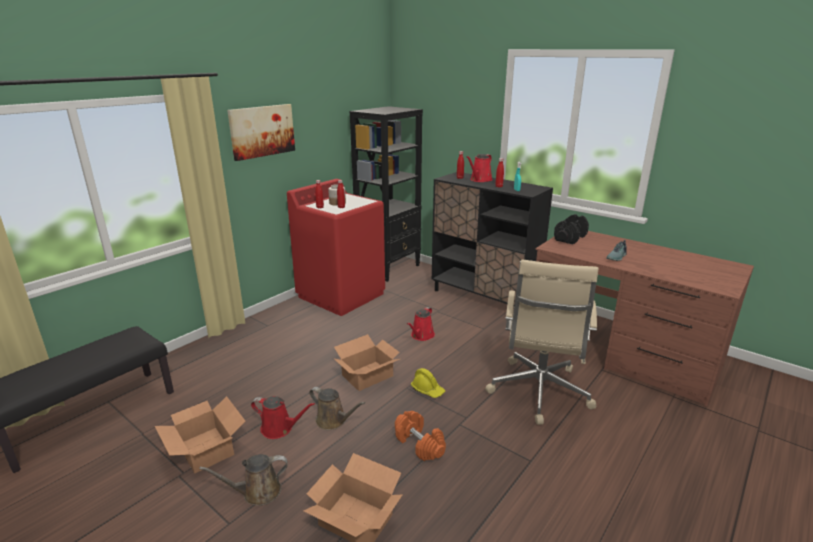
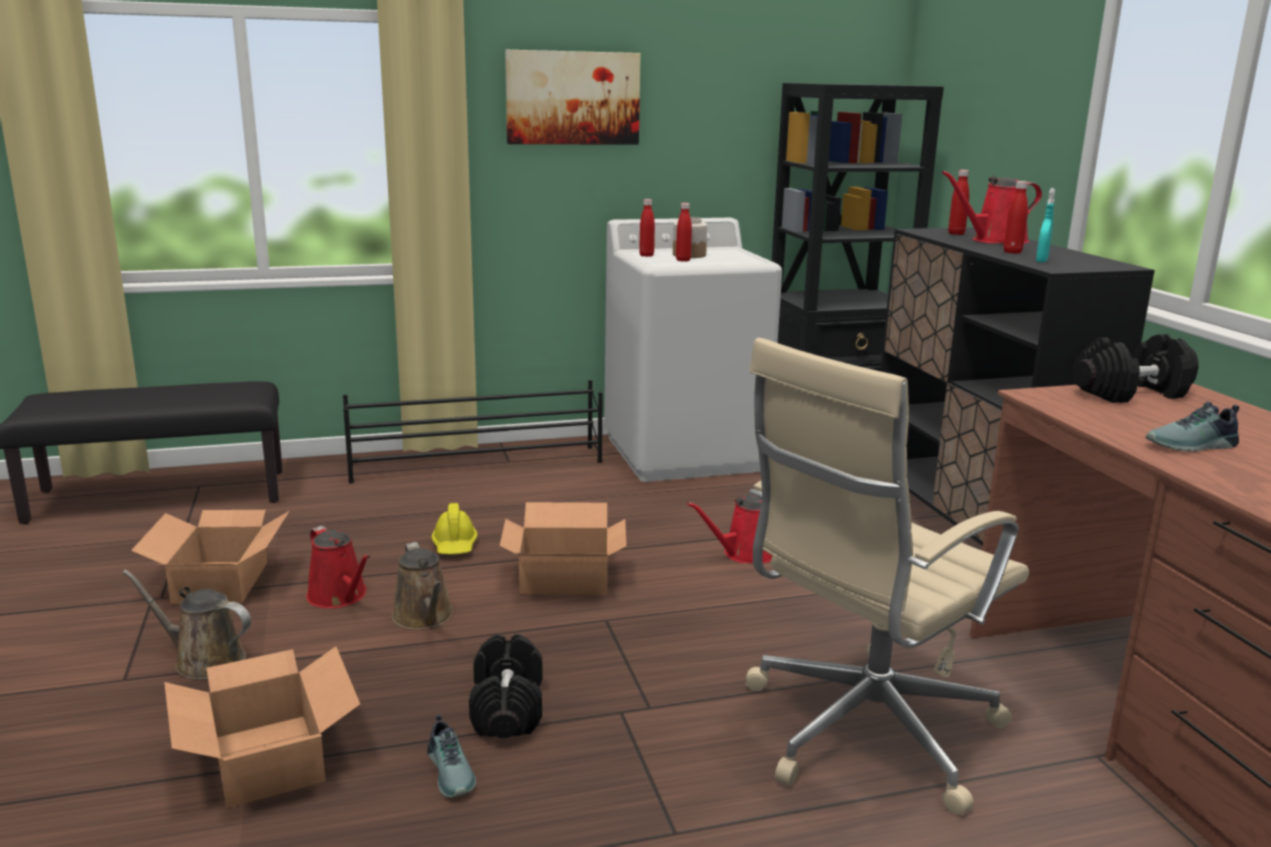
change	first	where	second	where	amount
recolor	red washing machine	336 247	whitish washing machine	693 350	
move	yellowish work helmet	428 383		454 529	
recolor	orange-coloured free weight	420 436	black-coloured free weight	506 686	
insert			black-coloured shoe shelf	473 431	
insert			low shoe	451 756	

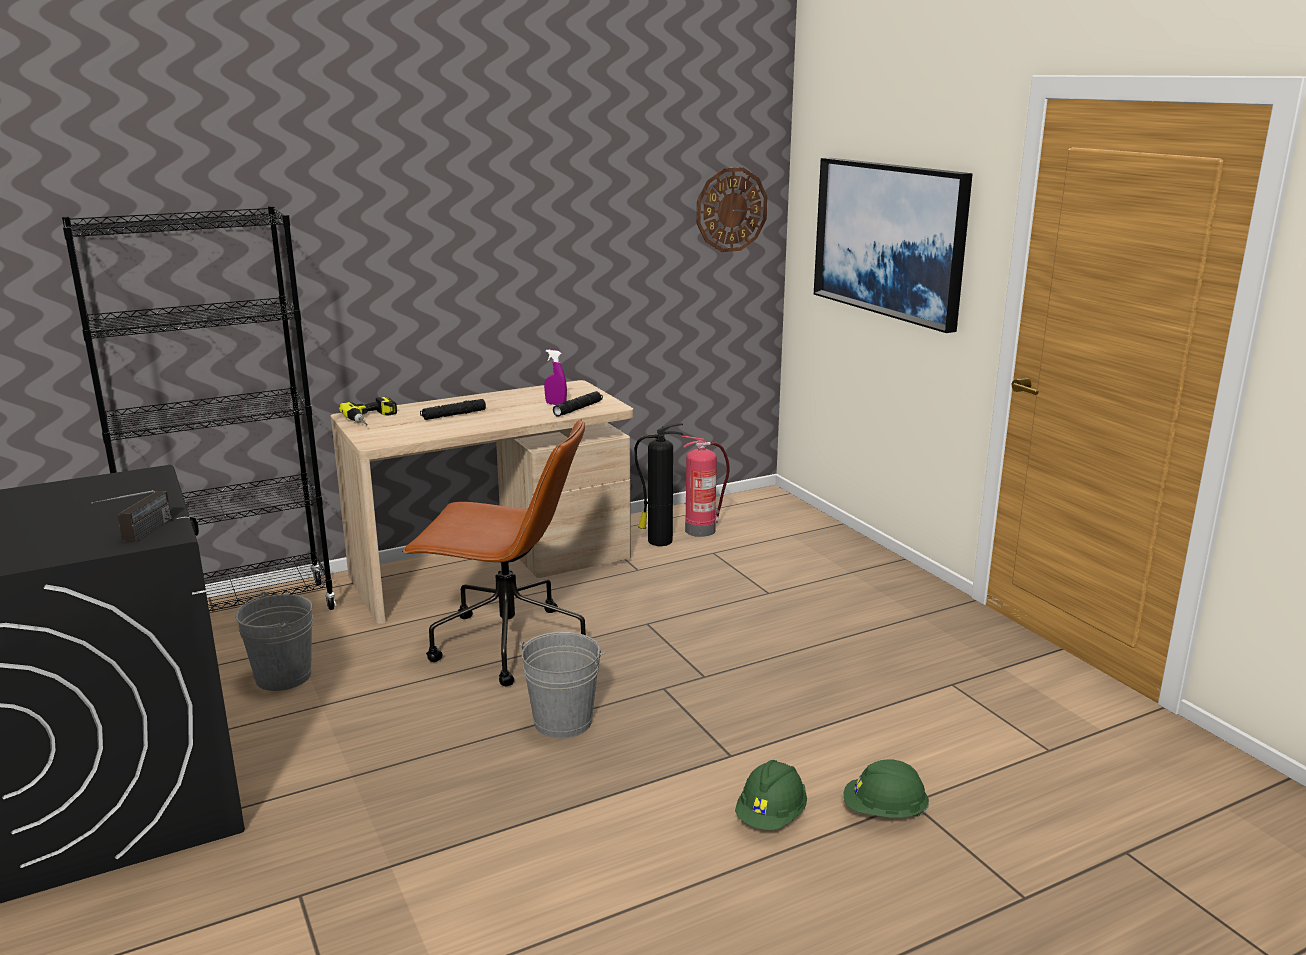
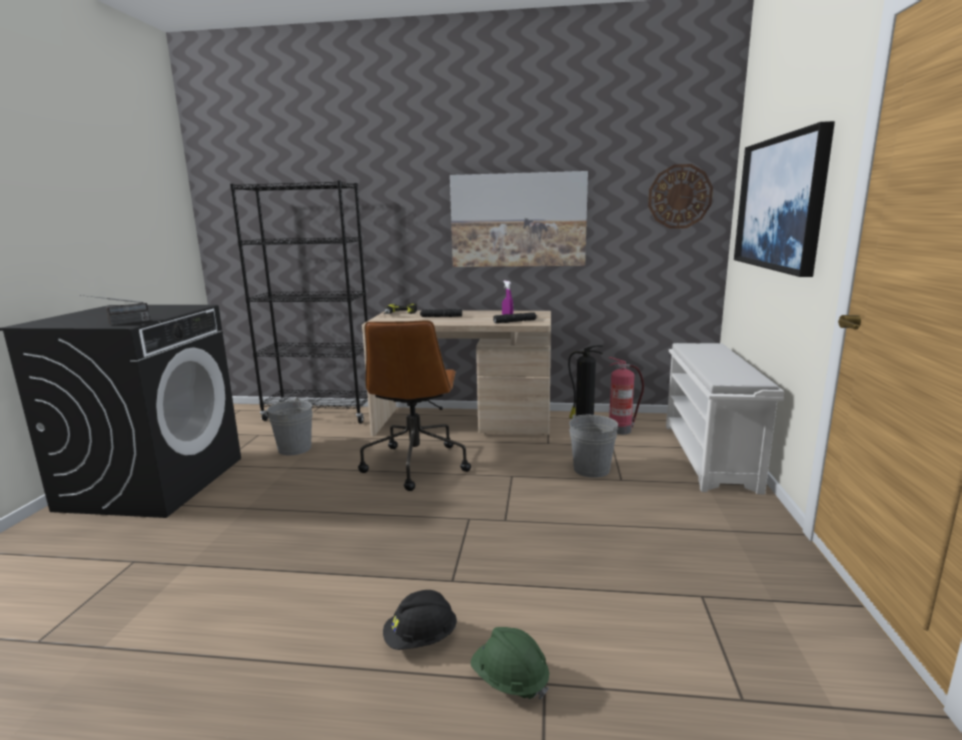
change	first	where	second	where	amount
rotate	brown computer chair	494 552		414 405	45 degrees clockwise
move	greyish pail	562 685		593 446	
recolor	green work helmet	771 795	black-coloured work helmet	420 620	
insert			picture	519 219	
insert			whitish shoe shelf	725 419	

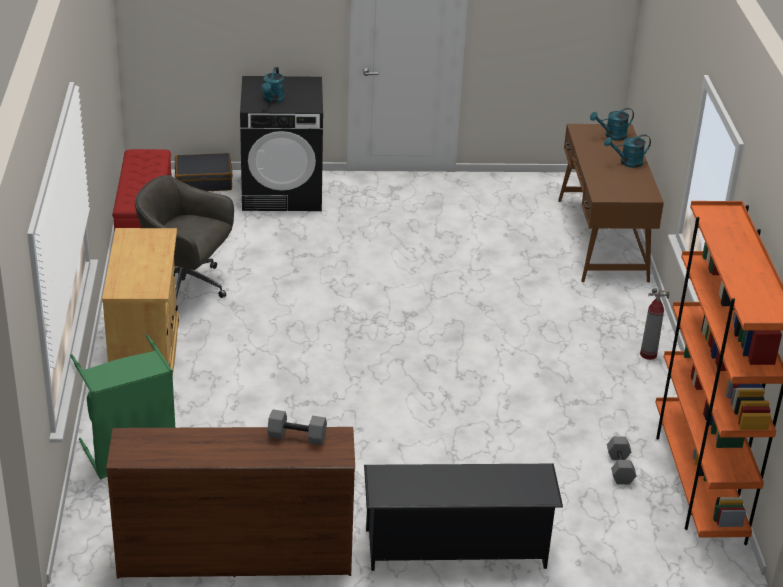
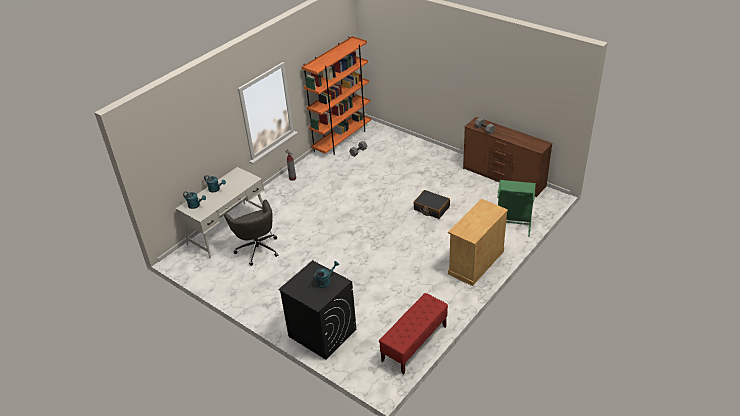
change	first	where	second	where	amount
recolor	brown desk	611 203	whitish desk	220 213	
move	black-coloured piece of luggage	203 172		431 204	
move	greyish computer chair	184 242		251 233	
delete	black-coloured shoe shelf	463 517			

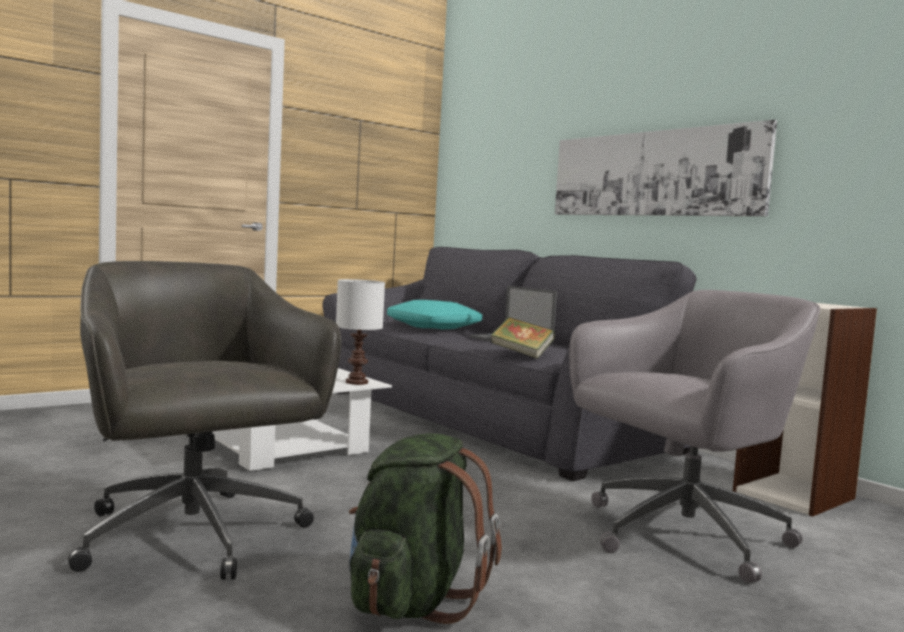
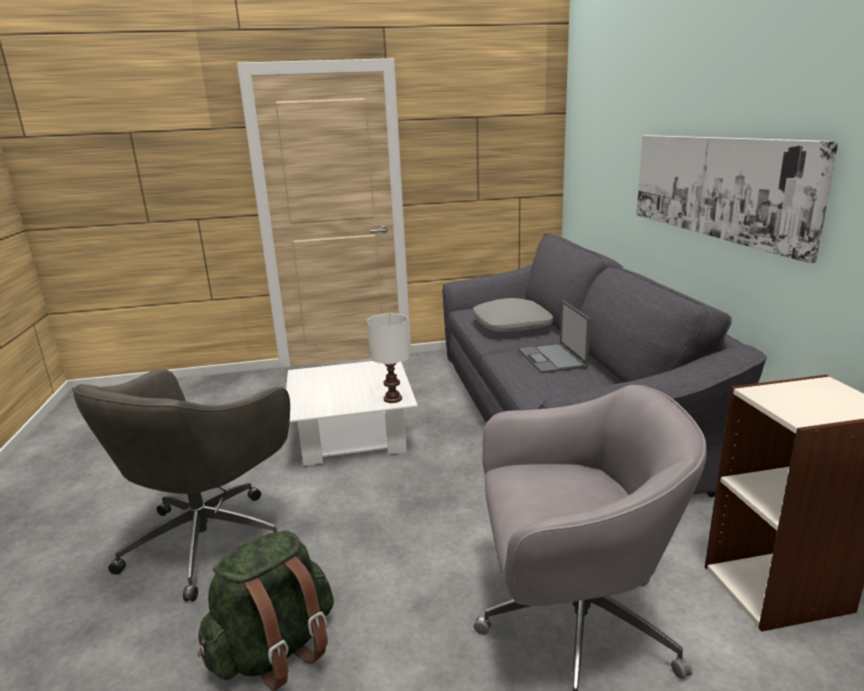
change	first	where	second	where	amount
rotate	greyish computer chair	204 420		181 485	150 degrees counterclockwise
recolor	blue-green cushion	434 314	greyish cushion	513 315	
delete	volume	523 338			

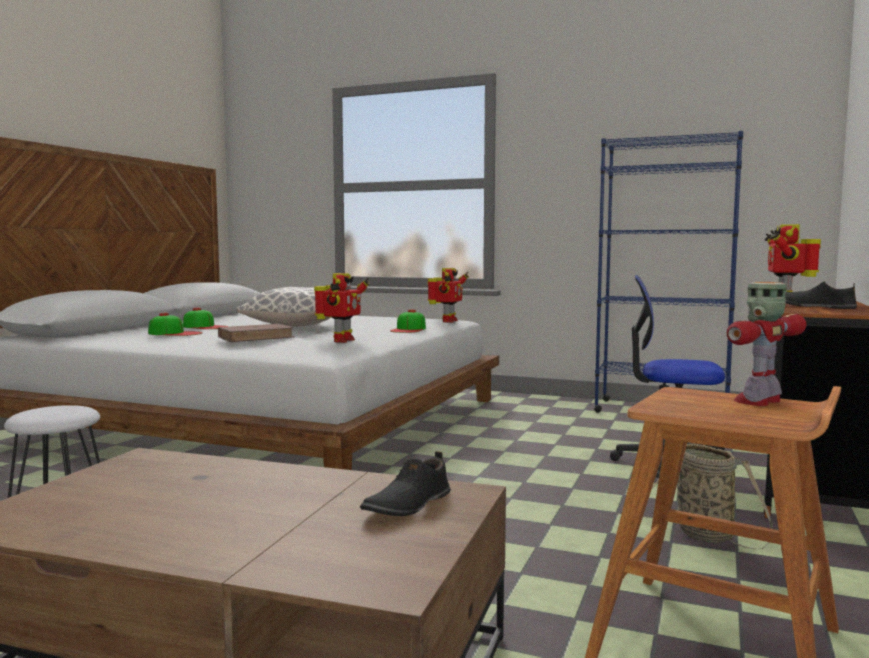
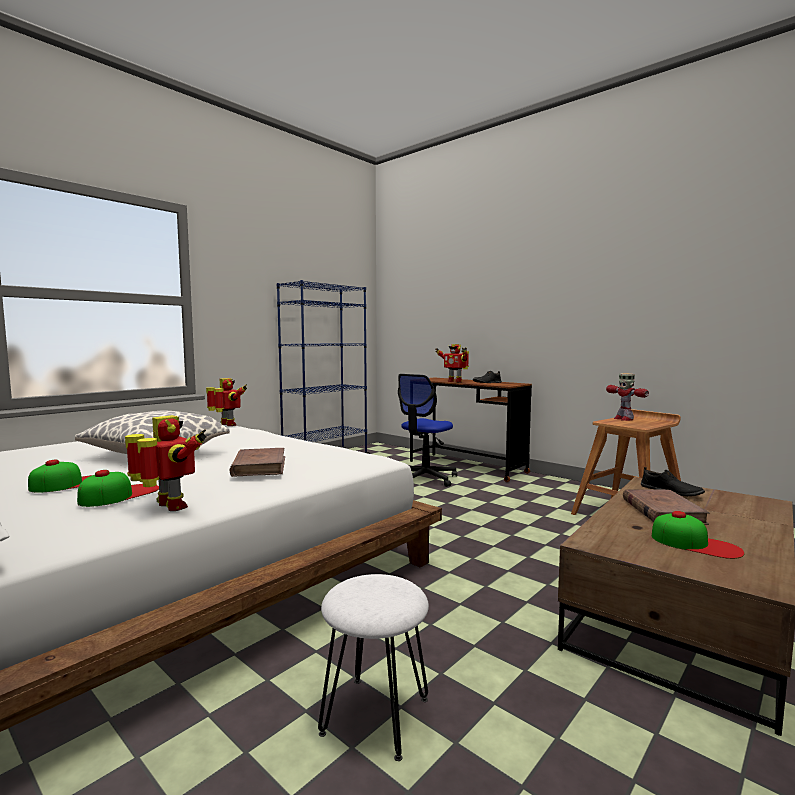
change	first	where	second	where	amount
move	robot figure	342 308		166 463	
move	cap	408 321		698 535	
delete	household basket	708 496			
insert			brown volume	666 507	

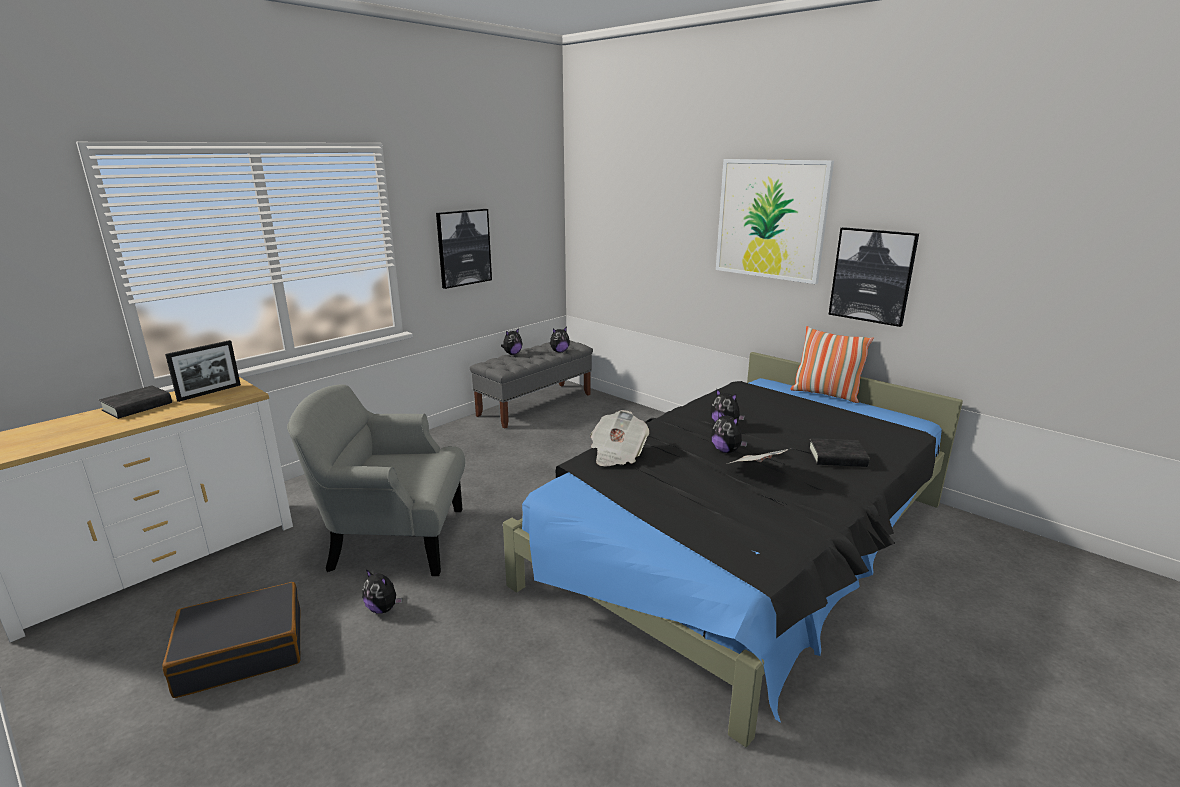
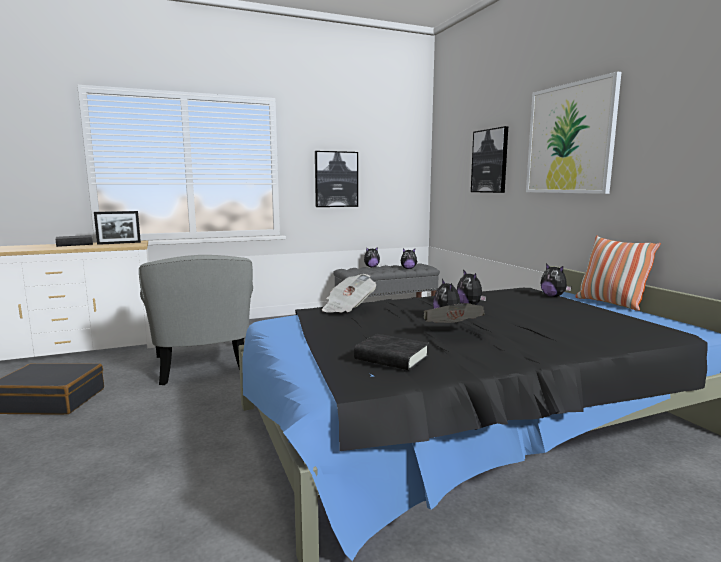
change	first	where	second	where	amount
move	picture	873 277		489 159	
rotate	greyish armchair	376 480		196 320	135 degrees counterclockwise
move	black-coloured volume	839 452		391 352	
move	soft toy	382 591		556 280	

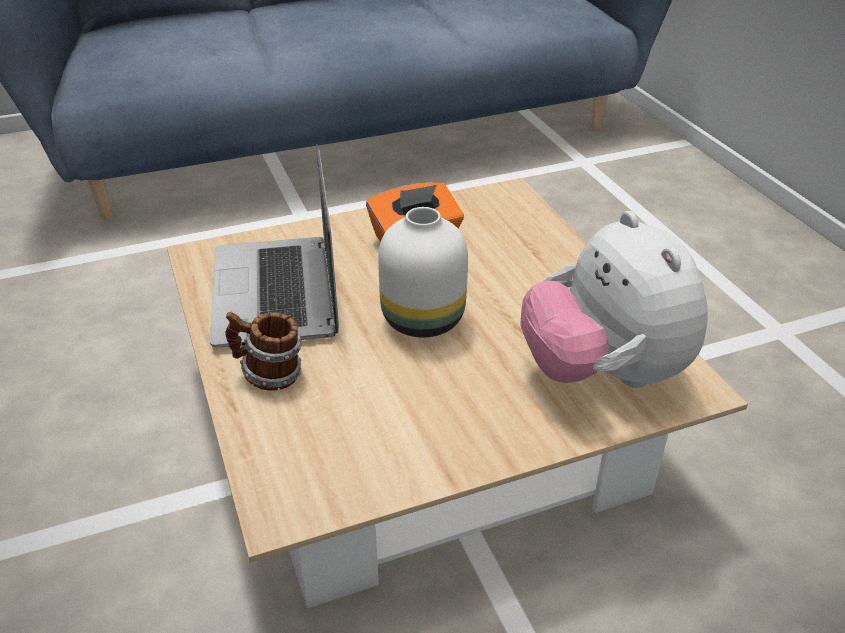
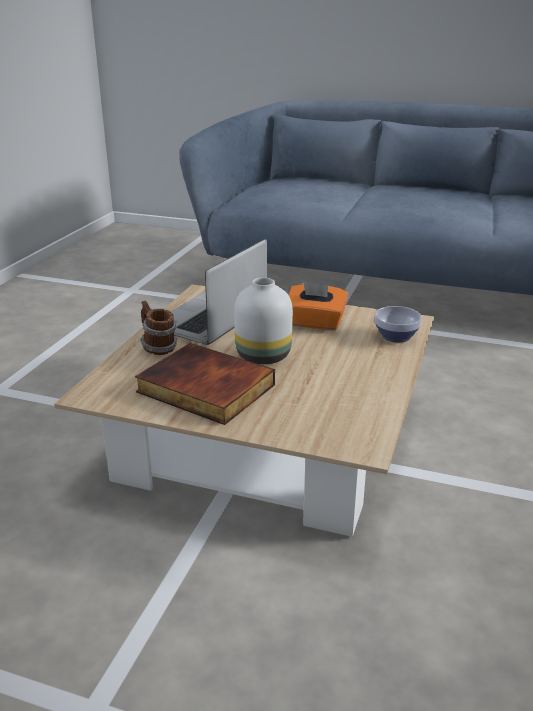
change	first	where	second	where	amount
delete	soft toy	614 299			
insert			serving bowl	398 324	
insert			volume	205 384	

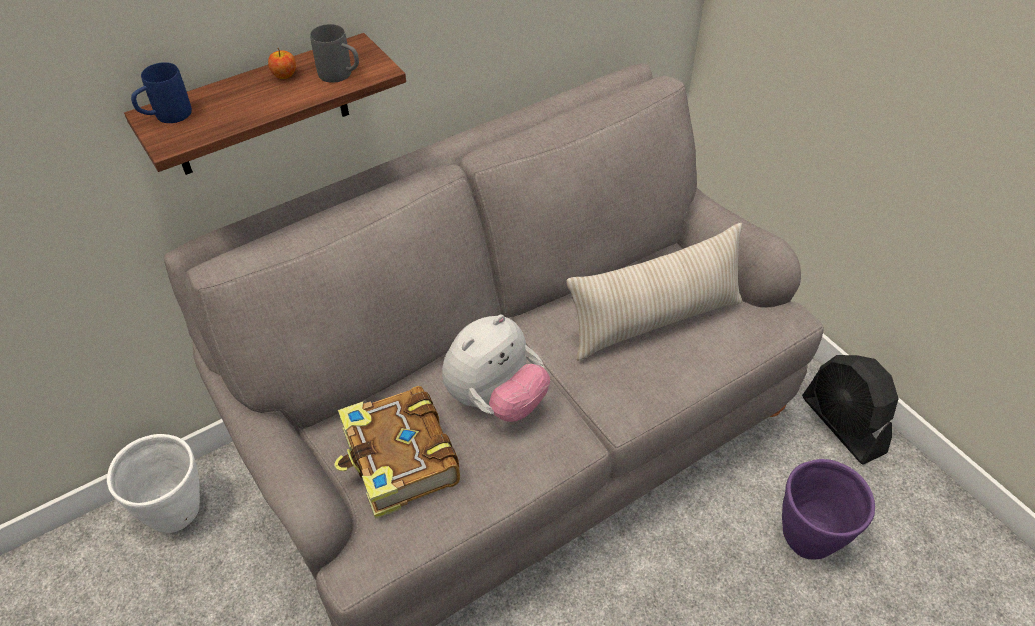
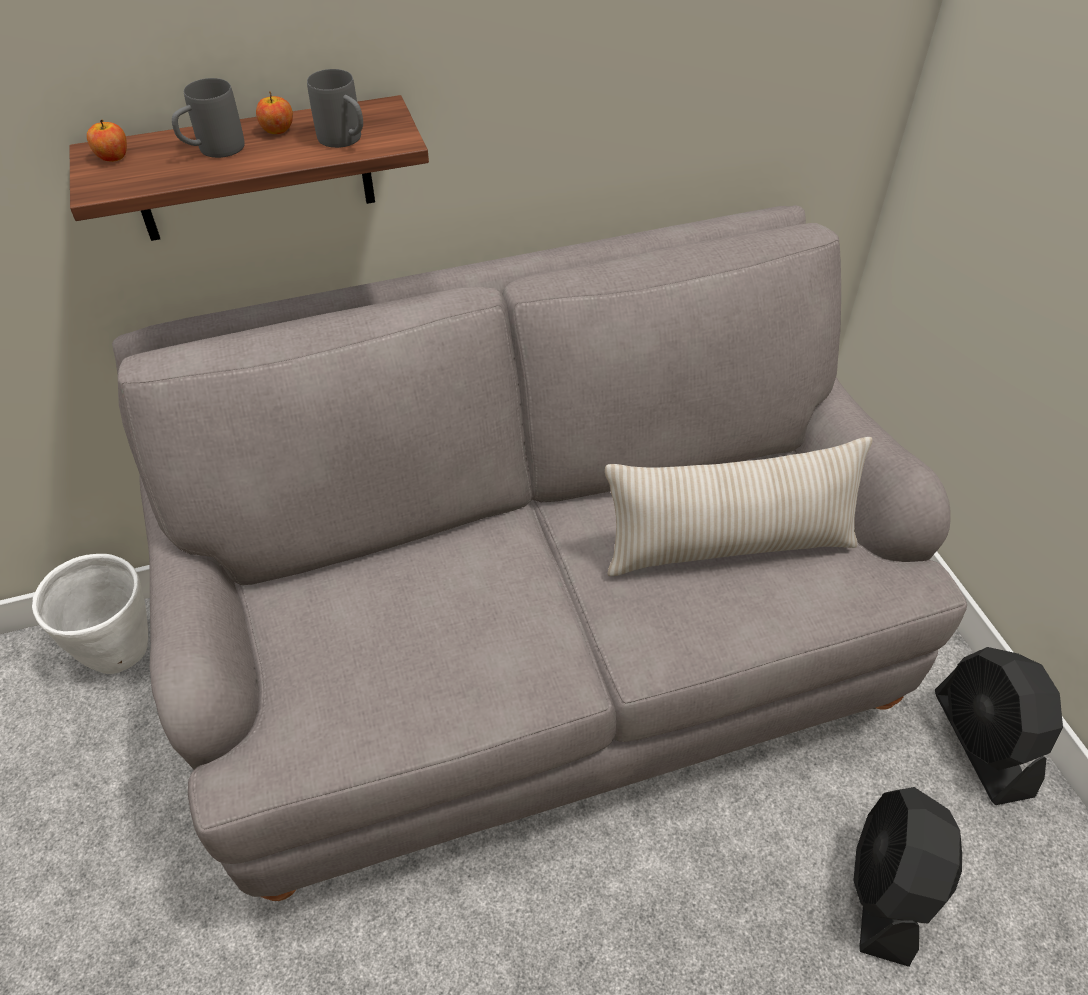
change	first	where	second	where	amount
replace	blue mug	161 92	whole apple	107 141	
delete	soft toy	496 368			
delete	volume	397 452			
replace	purple-coloured planter	828 509	black-coloured fan	907 877	
insert			greyish mug	208 118	

